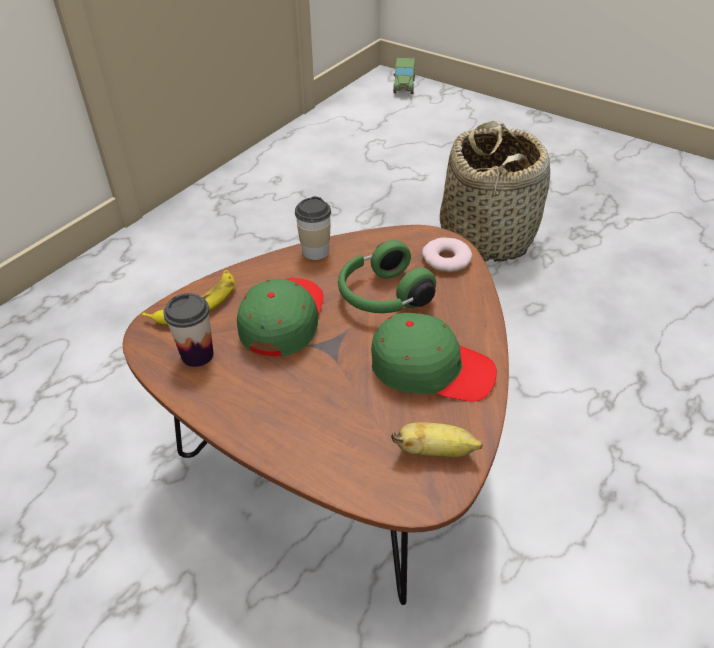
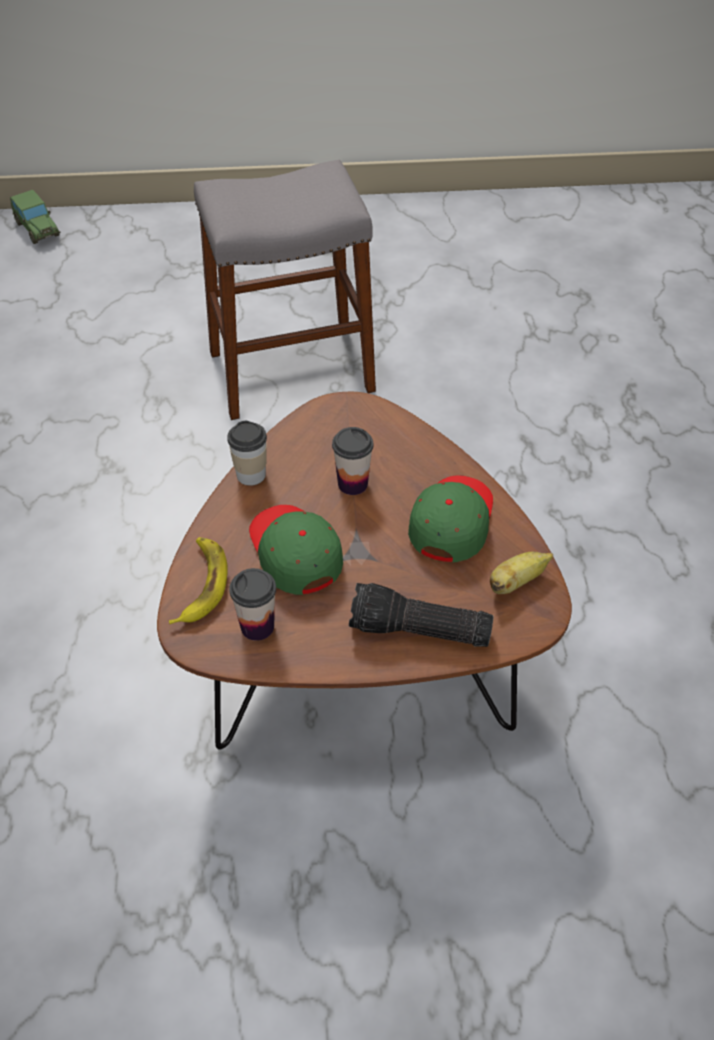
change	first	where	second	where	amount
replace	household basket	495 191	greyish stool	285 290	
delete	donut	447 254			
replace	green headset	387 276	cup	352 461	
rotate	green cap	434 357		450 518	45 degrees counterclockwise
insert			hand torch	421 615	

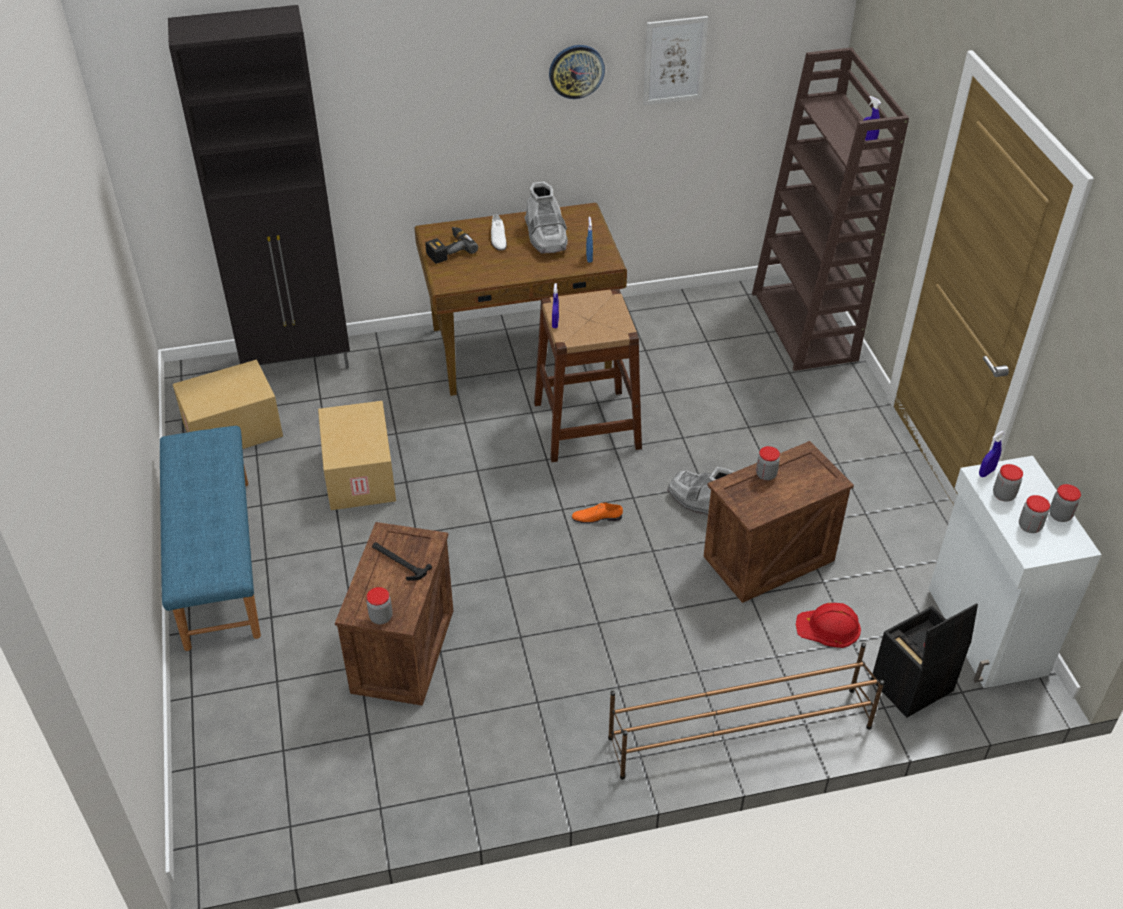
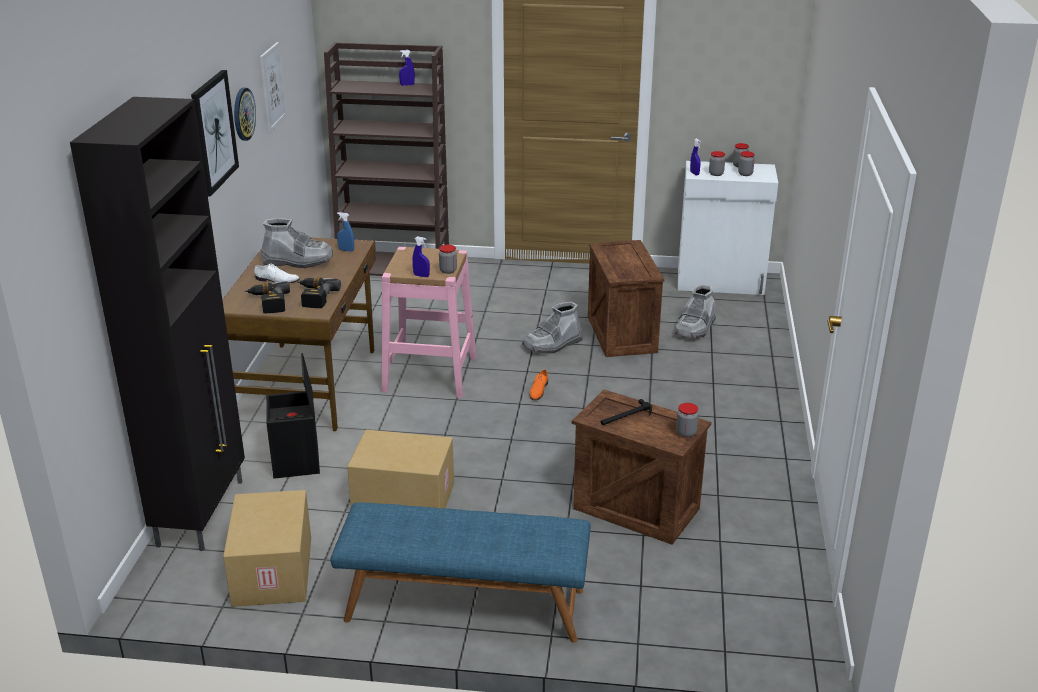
change	first	where	second	where	amount
recolor	brown stool	588 375	pink-coloured stool	429 322	
move	jar	768 463		448 259	
replace	red work helmet	828 625	greyish boot	695 311	
move	black-coloured storage bin	924 660		293 416	
delete	brown shoe shelf	746 711			
insert			picture	215 133	
insert			power drill	319 293	

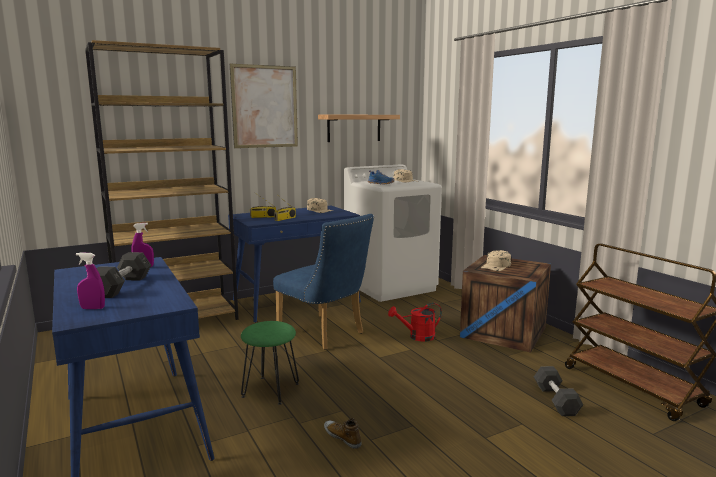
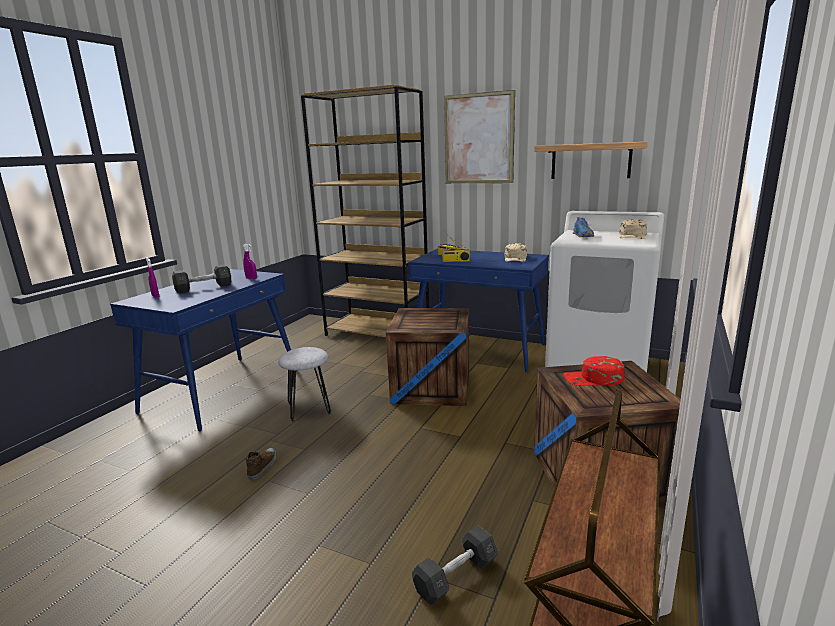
change	first	where	second	where	amount
replace	blue chair	323 282	shipping crate	427 357	
recolor	sand-coloured cap	496 260	red cap	594 371	
delete	red sprinkling can	415 322			
recolor	green stool	270 363	greyish stool	304 384	

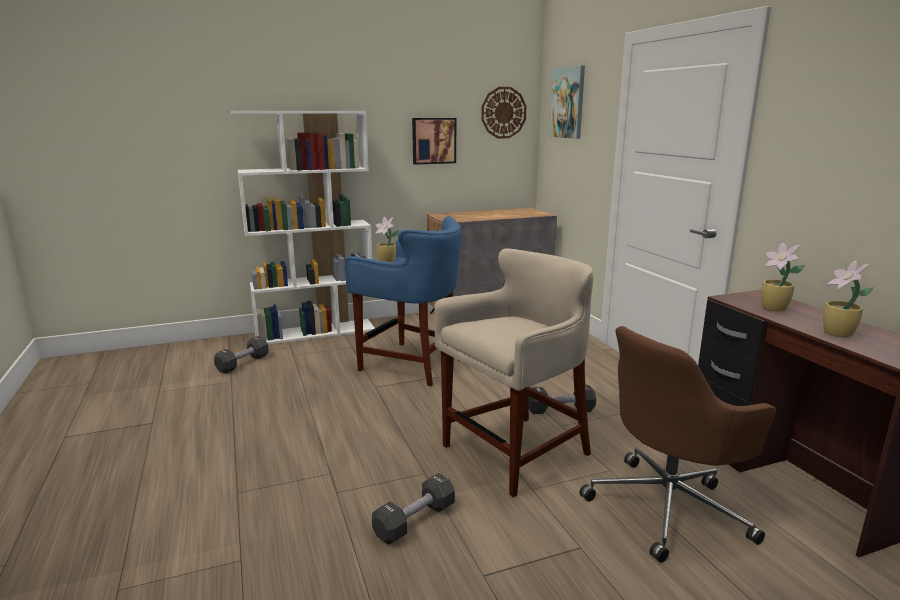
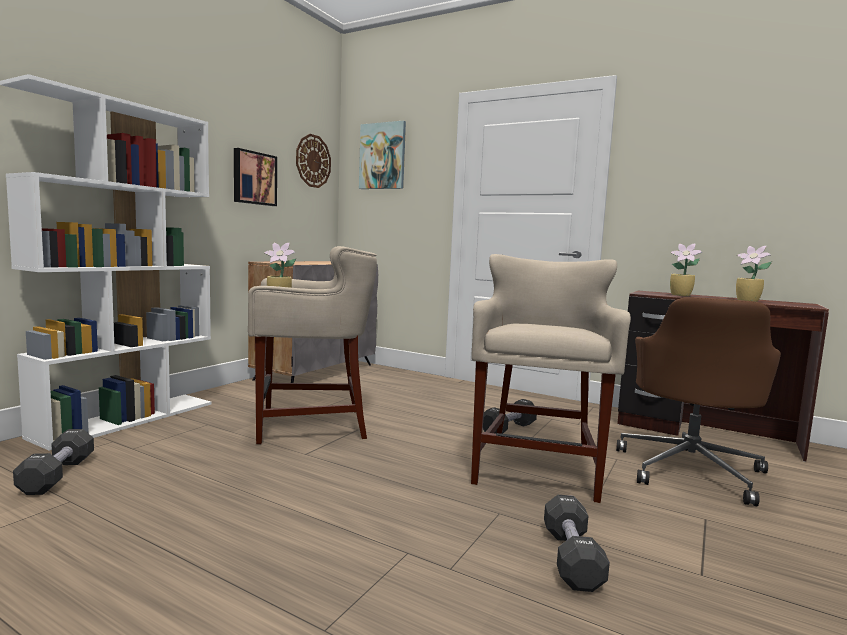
change	first	where	second	where	amount
recolor	blue stool	403 301	sand-coloured stool	312 345	

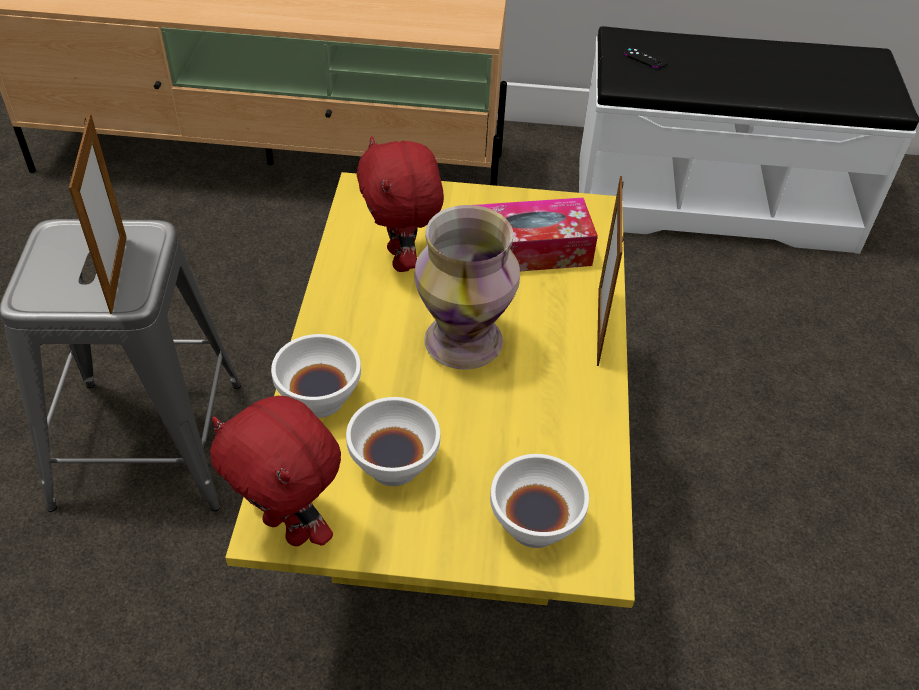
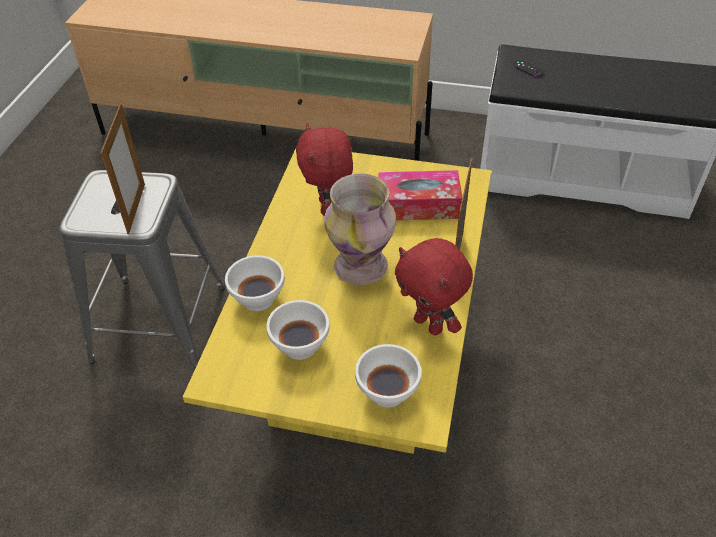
change	first	where	second	where	amount
move	red soft toy	275 471		434 286	

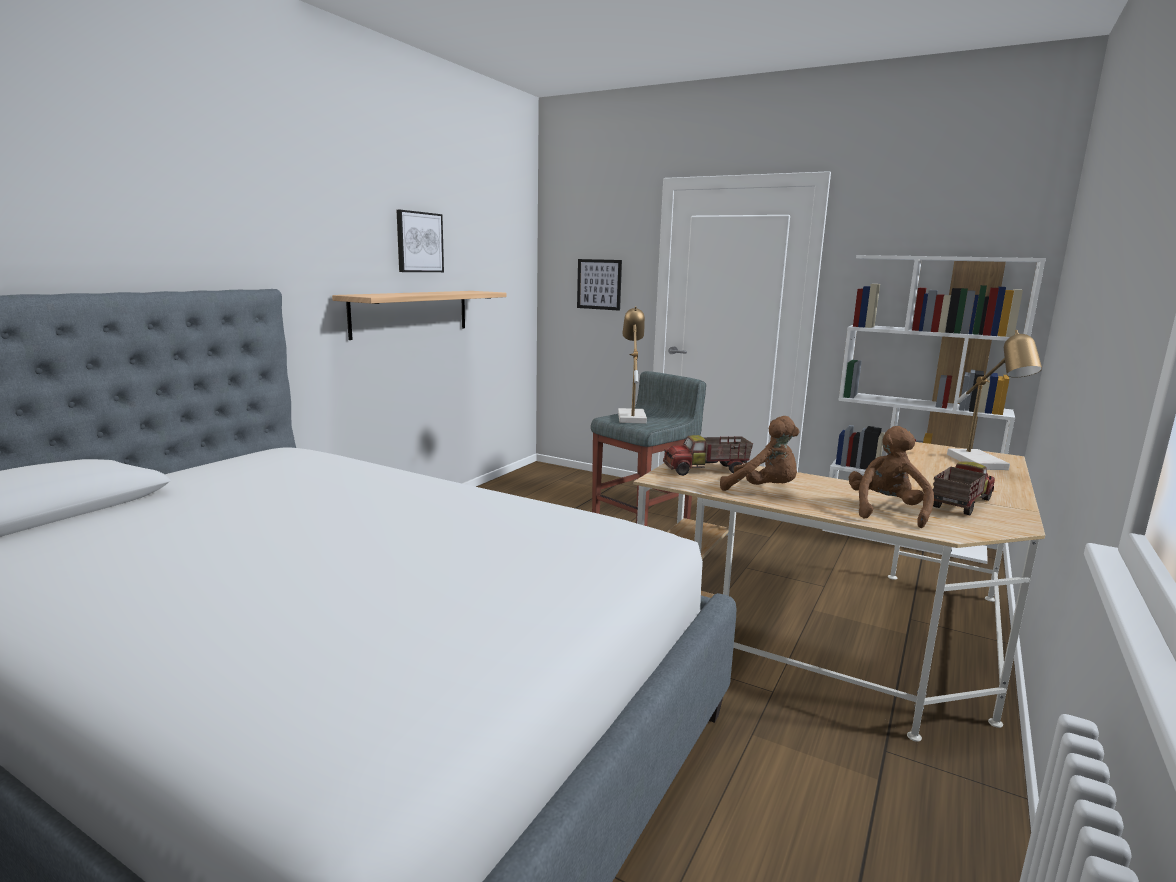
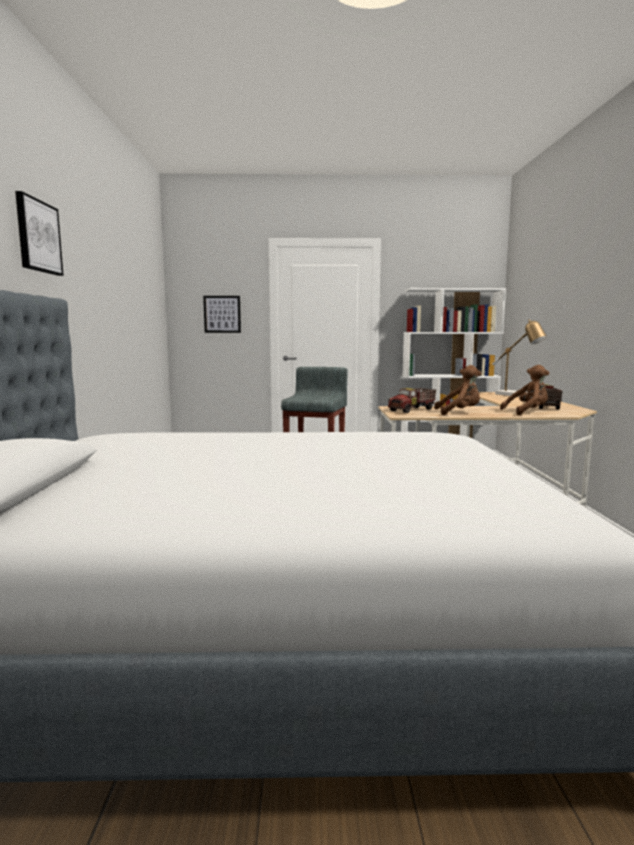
change	first	where	second	where	amount
move	picture	420 241		39 233	
delete	bracket shelf	419 315			
delete	tabletop lamp	632 364			
rotate	brown soft toy	891 477		524 390	90 degrees clockwise

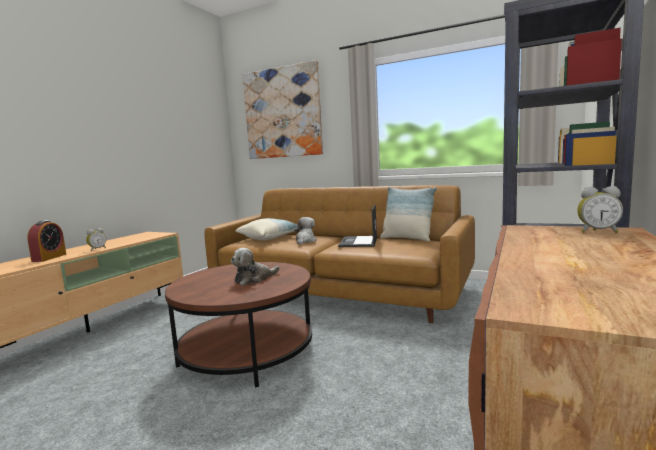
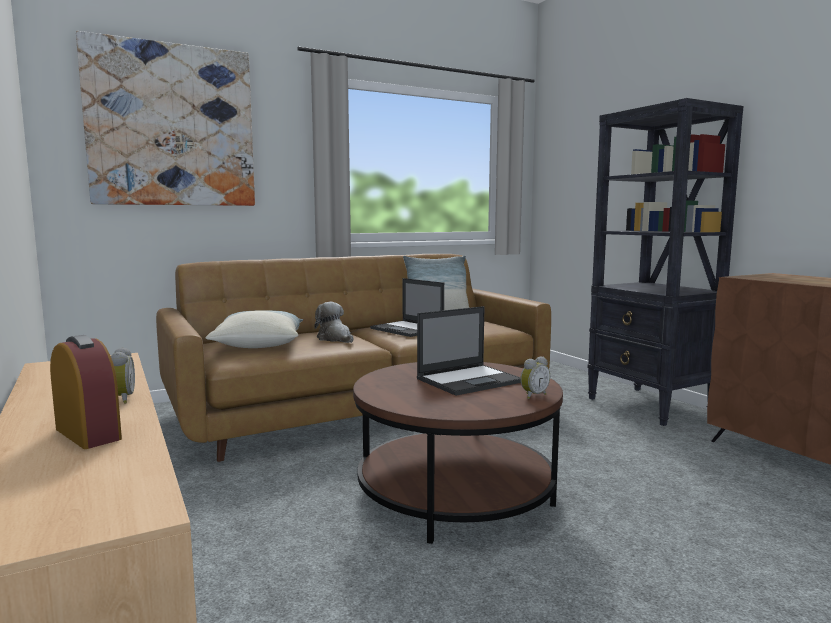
change	first	where	second	where	amount
move	bedside clock	600 209		535 377	
replace	soft toy	255 266	portable computer	469 351	

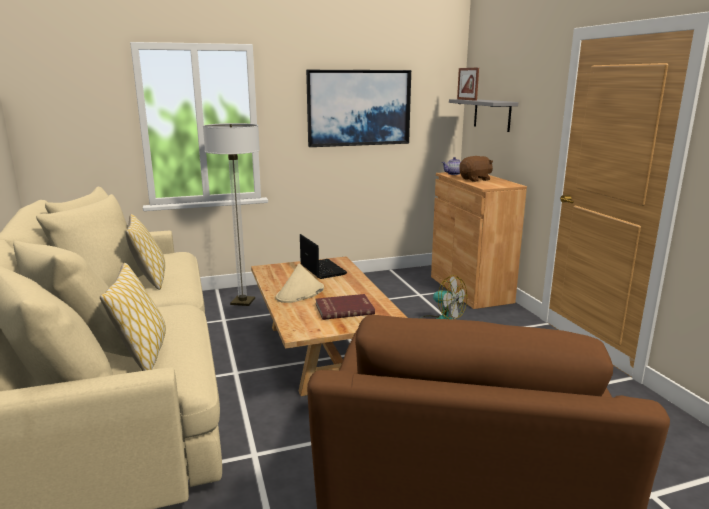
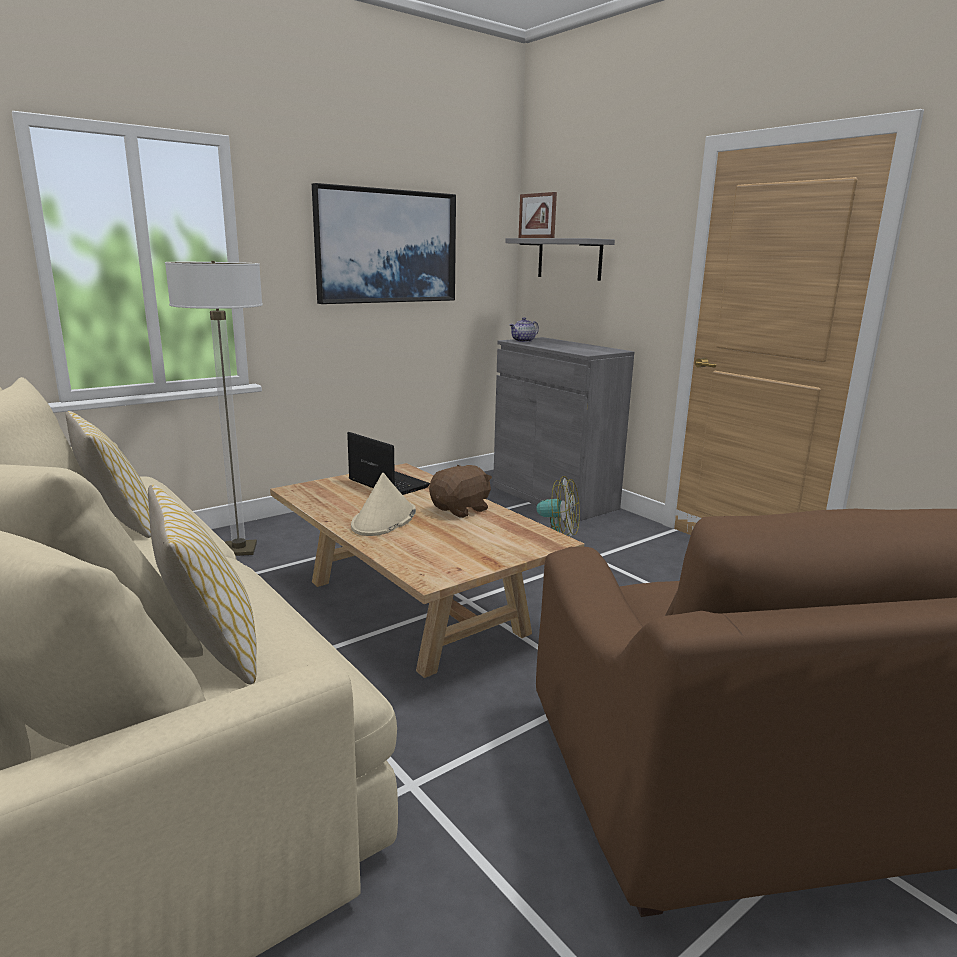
change	first	where	second	where	amount
move	brown soft toy	476 169		460 491	
recolor	brown storage cabinet	479 240	greyish storage cabinet	563 429	
delete	red volume	345 307			

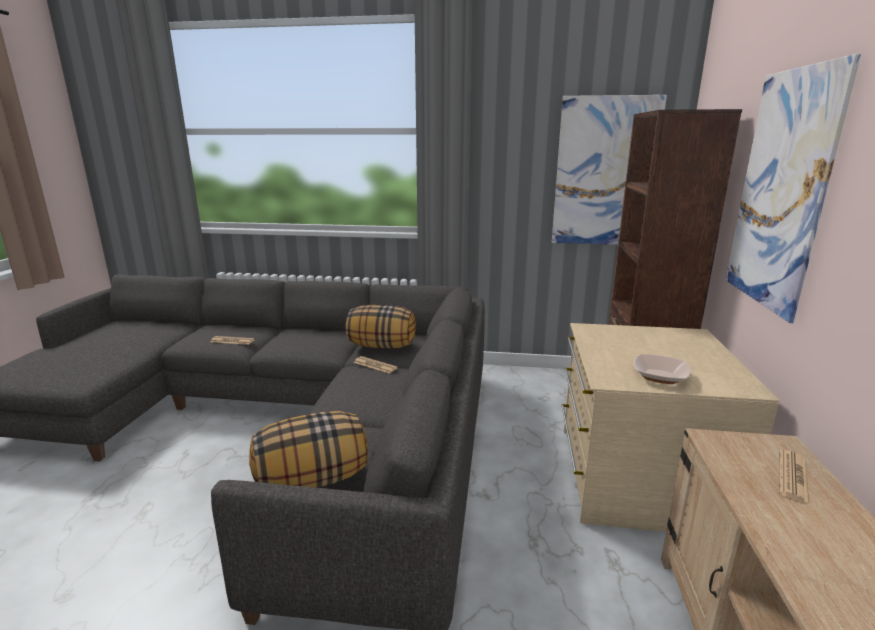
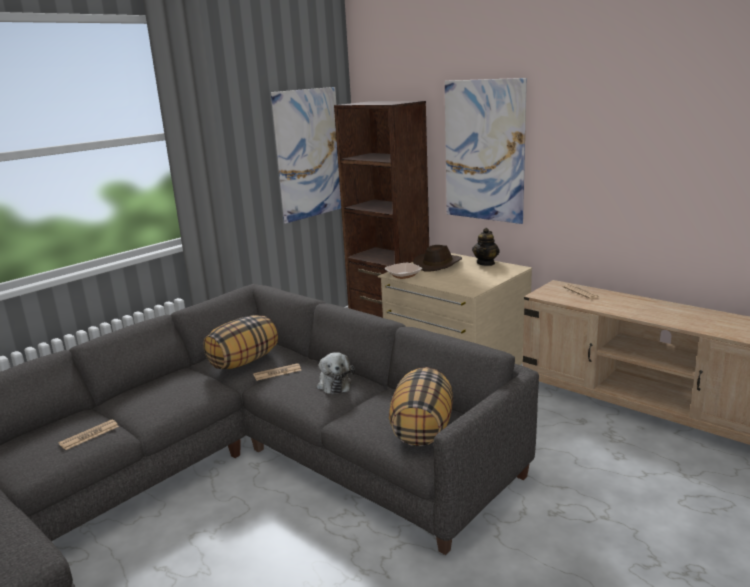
change	first	where	second	where	amount
move	serving bowl	662 369		403 271	
insert			teapot	486 247	
insert			brown hat	437 258	
insert			soft toy	336 373	

